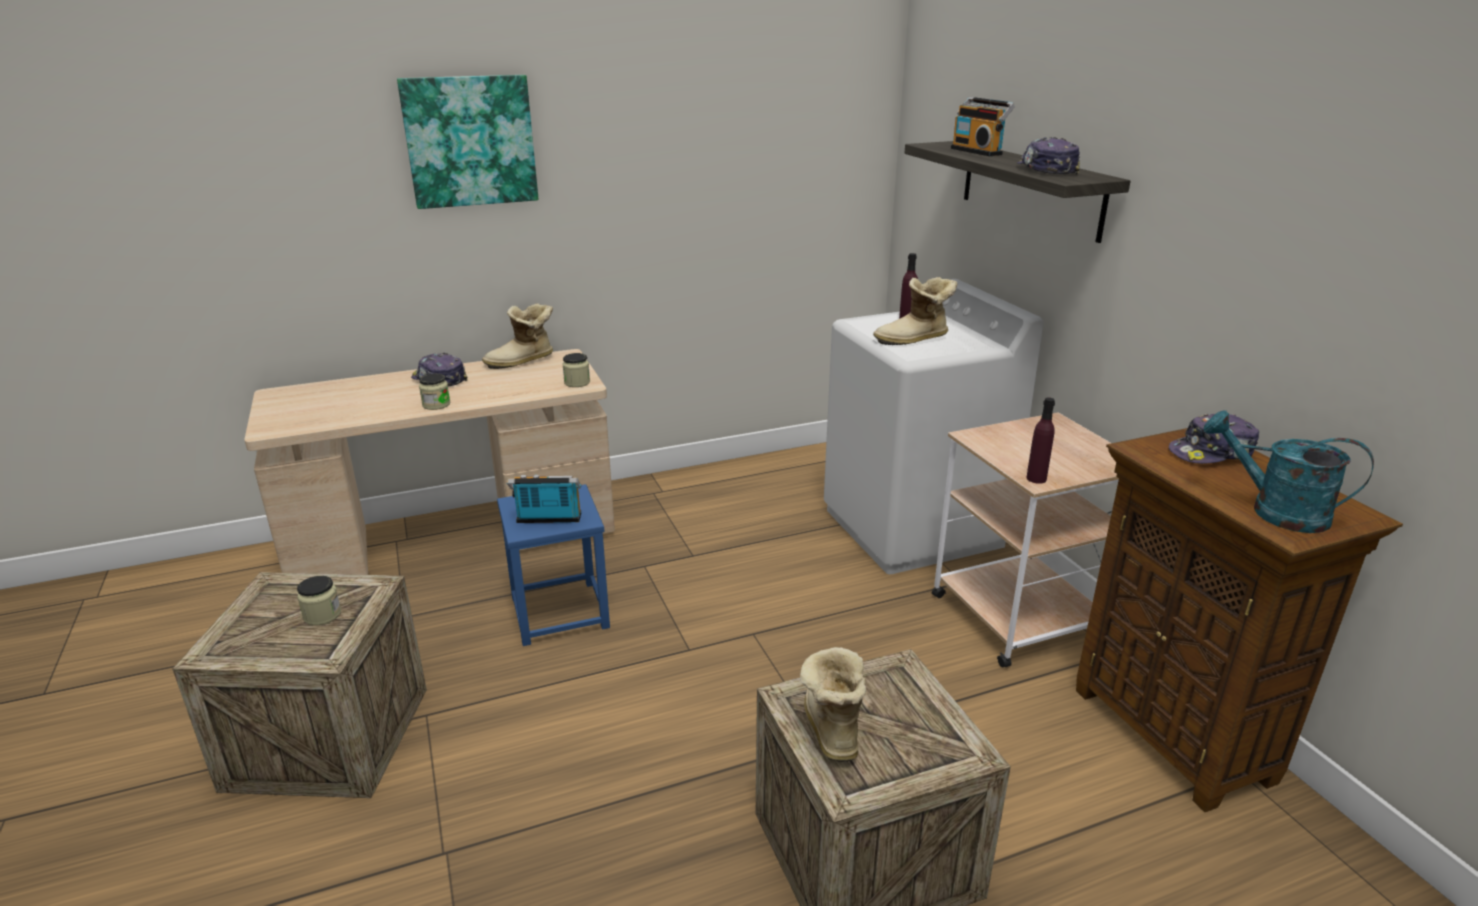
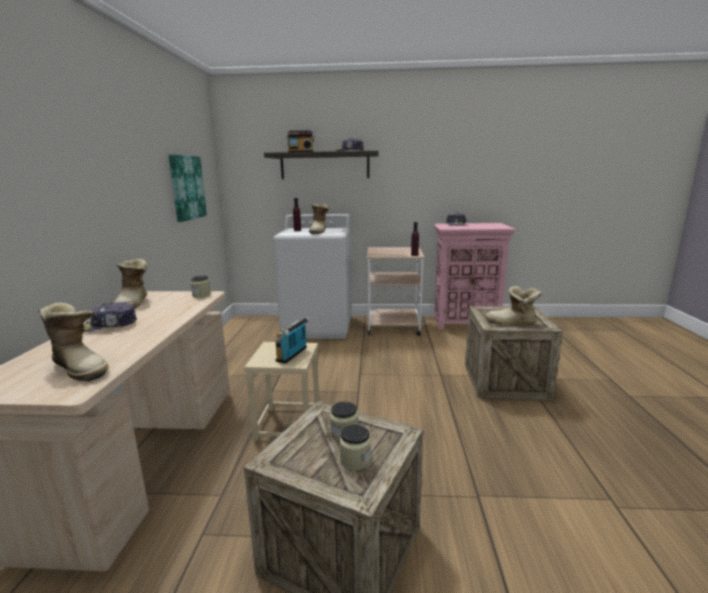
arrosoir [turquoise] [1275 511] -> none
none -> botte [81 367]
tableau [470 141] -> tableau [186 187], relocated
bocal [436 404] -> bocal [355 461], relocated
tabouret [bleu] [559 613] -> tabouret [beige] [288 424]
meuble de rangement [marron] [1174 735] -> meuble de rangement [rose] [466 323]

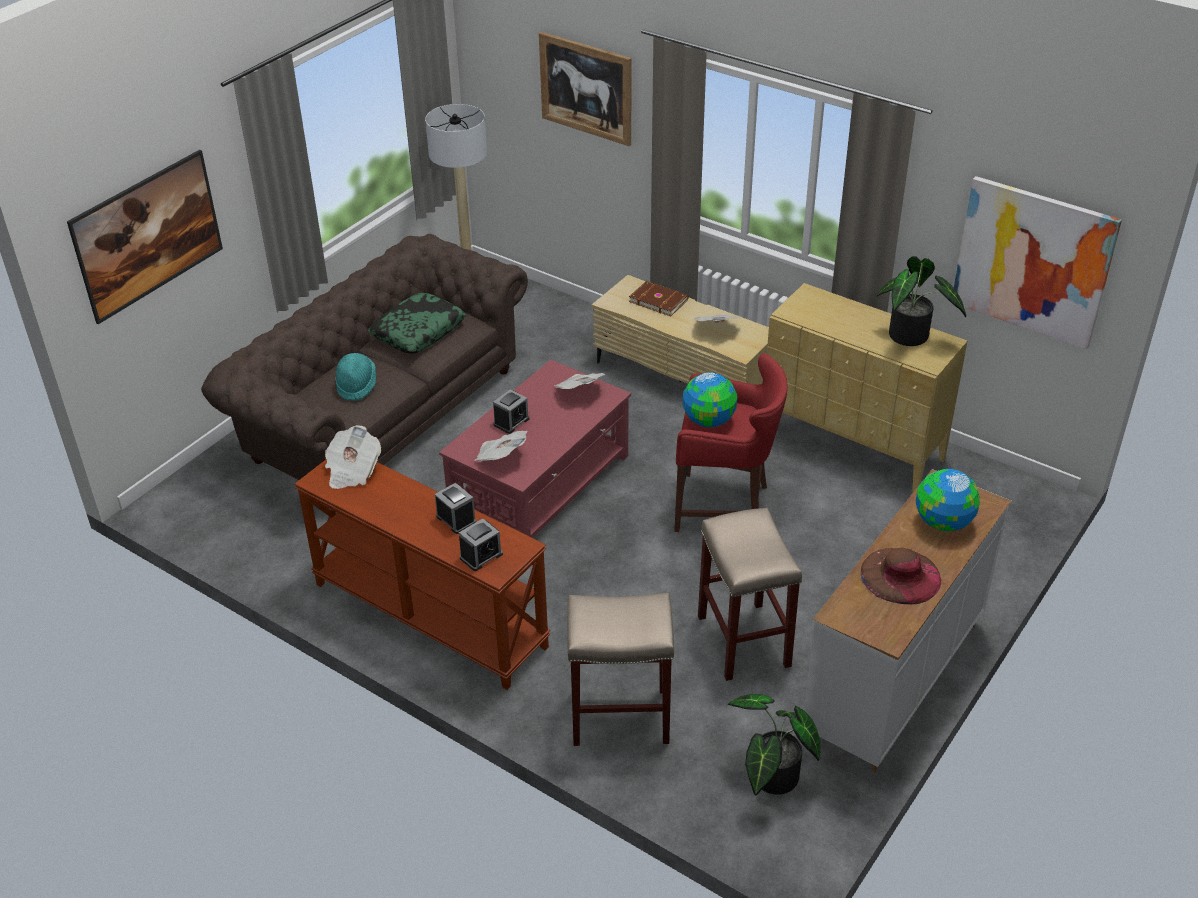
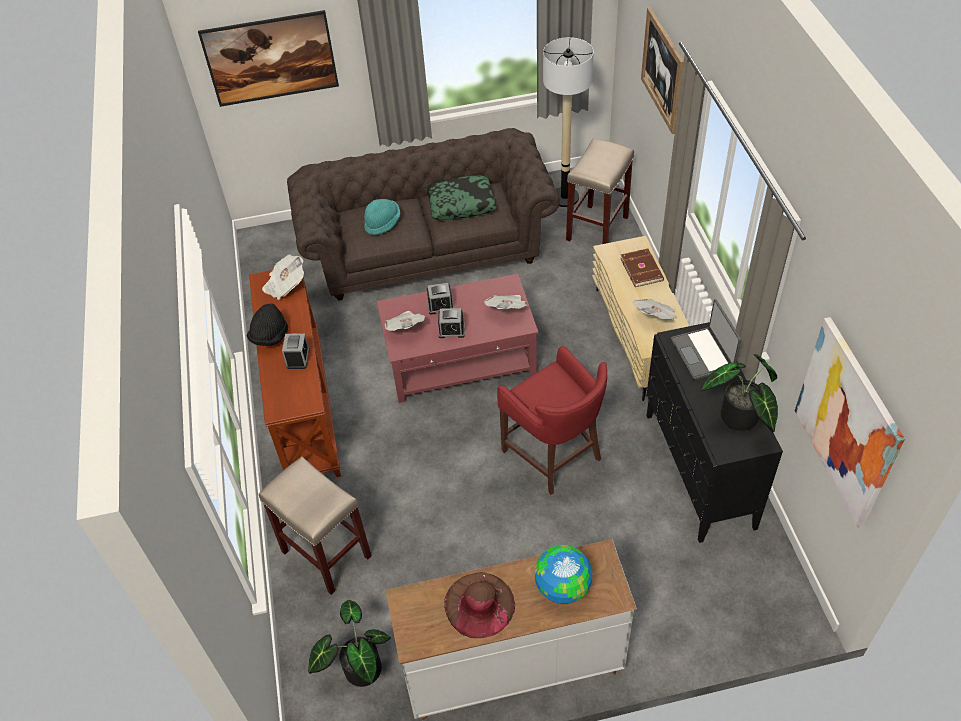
globe [709 420] -> none
none -> chapeau [noir] [269 336]
none -> ordinateur portable [703 354]
réveil [481 556] -> réveil [451 330], relocated
tabouret [beige] [744 642] -> tabouret [beige] [597 229], relocated
commode [beige] [852 447] -> commode [noir] [697 471]

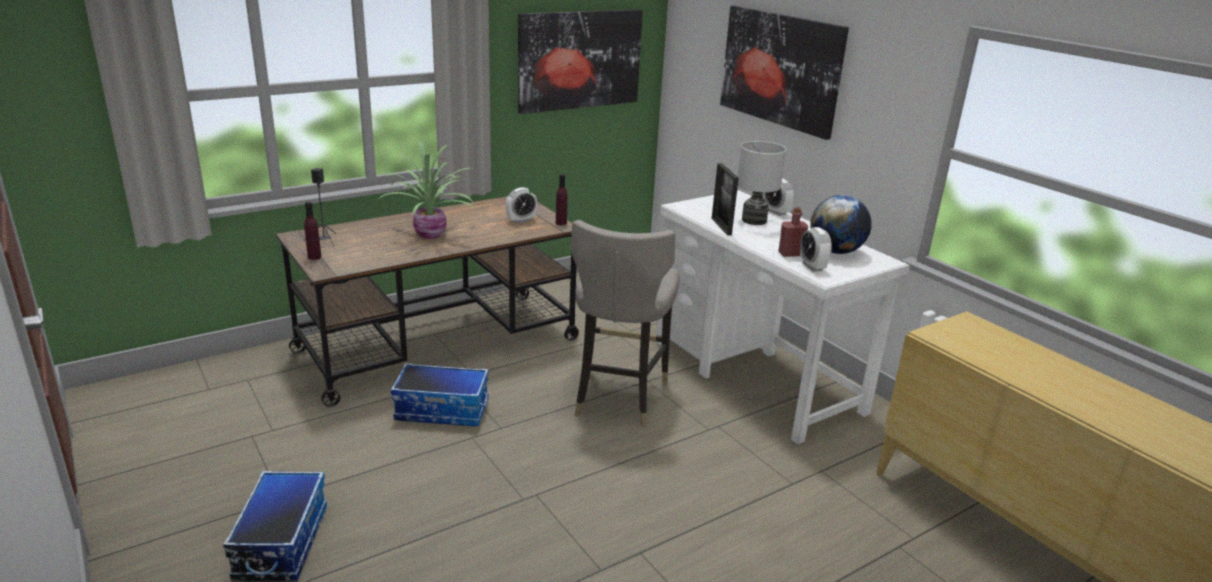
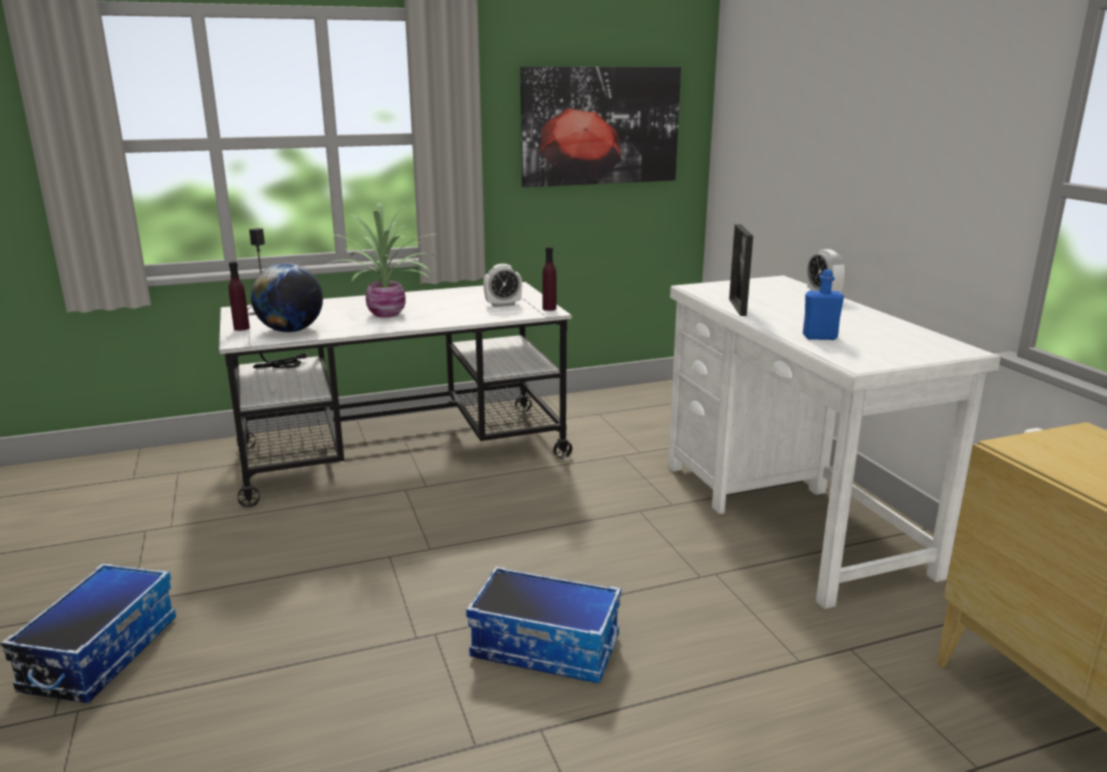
tabouret [gris] [617 397] -> none
tableau [780 69] -> none
lampe de table [gris] [754 220] -> none
réveil [812 266] -> none
boîte de rangement [443 410] -> boîte de rangement [546 647], relocated
globe [836 251] -> globe [291 330], relocated
bureau [marron] [438 345] -> bureau [blanc] [402 452]
bouteille [rouge] [790 254] -> bouteille [bleu] [819 337]

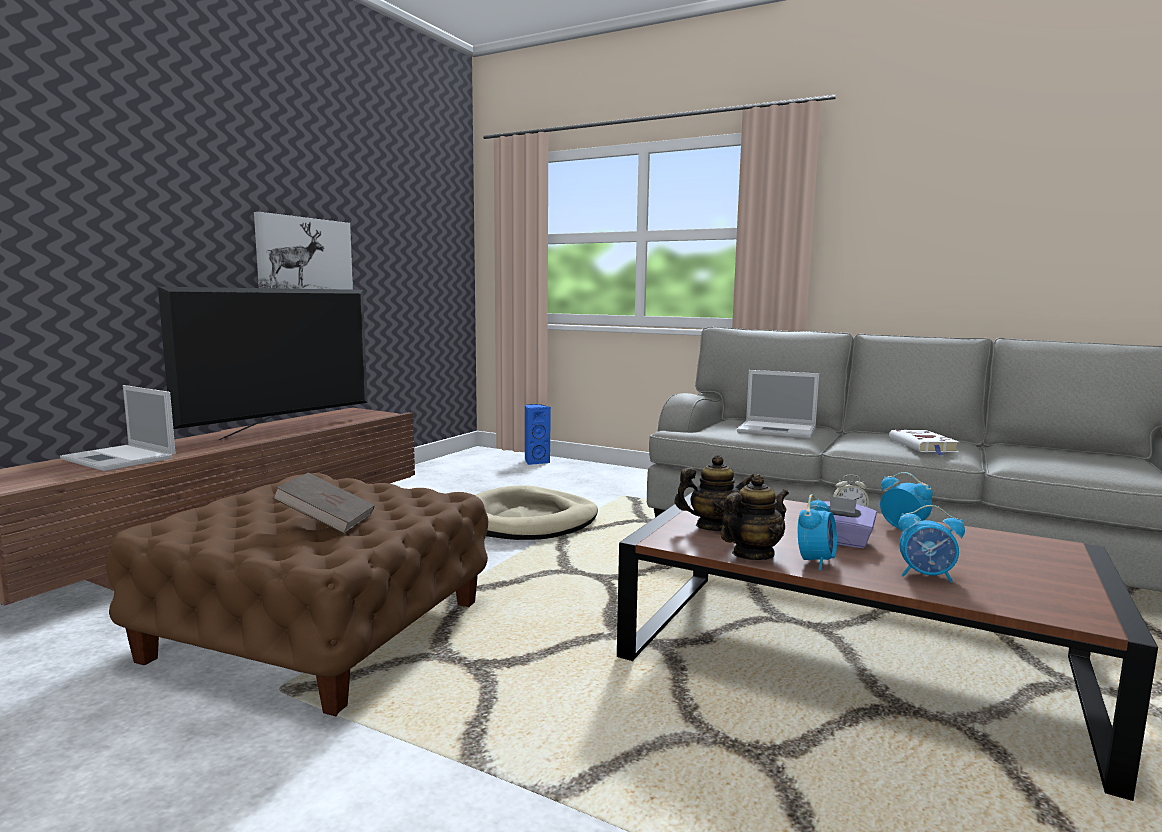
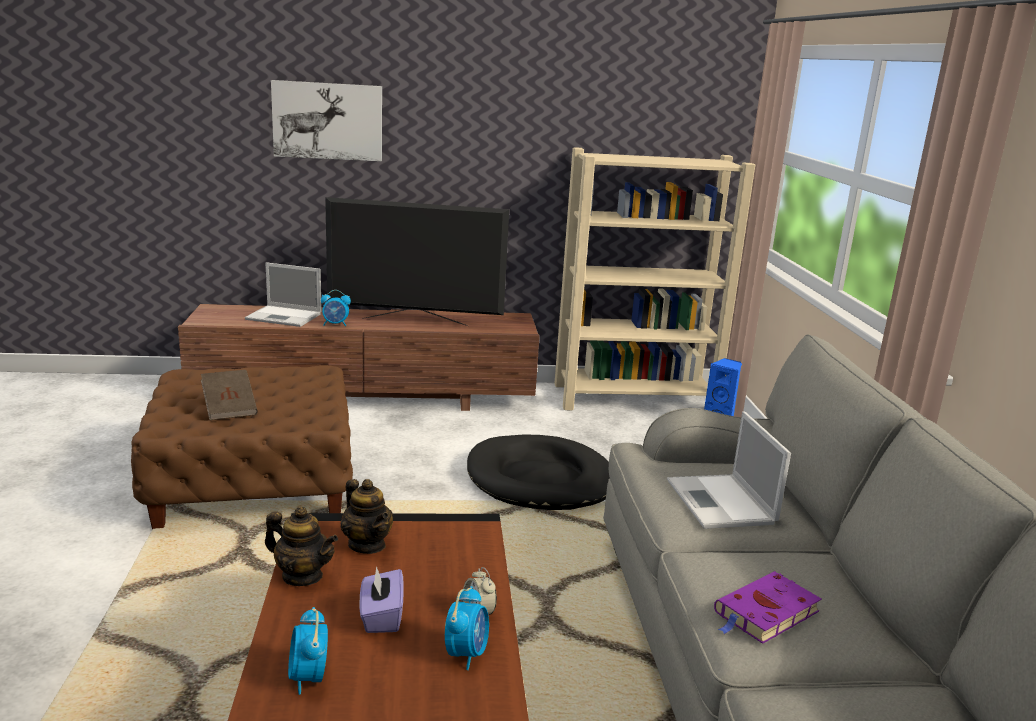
none -> bibliothèque [beige] [634 398]
tableau [304 256] -> tableau [328 121], relocated
réveil [815 561] -> réveil [335 324], relocated
panier pour chien [beige] [528 520] -> panier pour chien [noir] [540 479]
livre [blanc] [924 446] -> livre [violet] [765 613]
ordinateur portable [120 458] -> ordinateur portable [285 317], 75 degrees counterclockwise

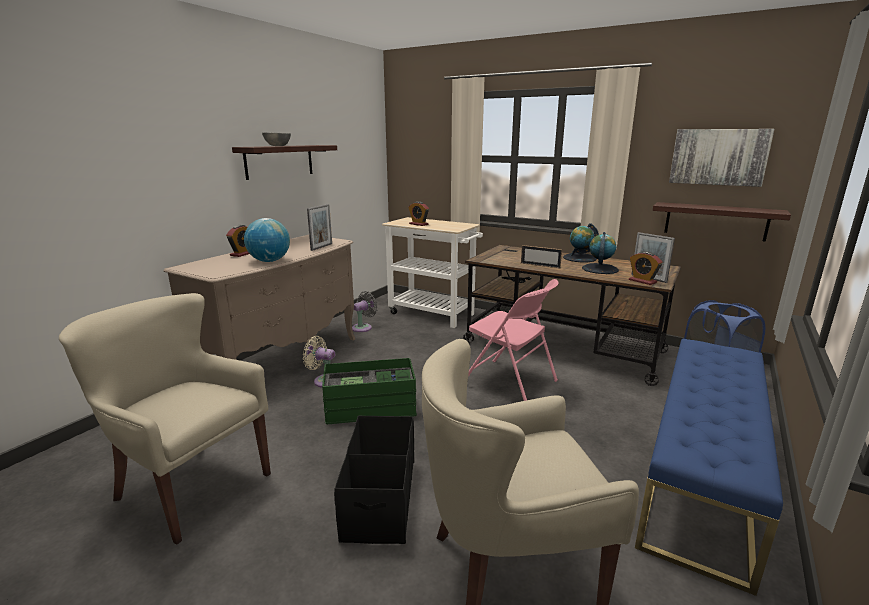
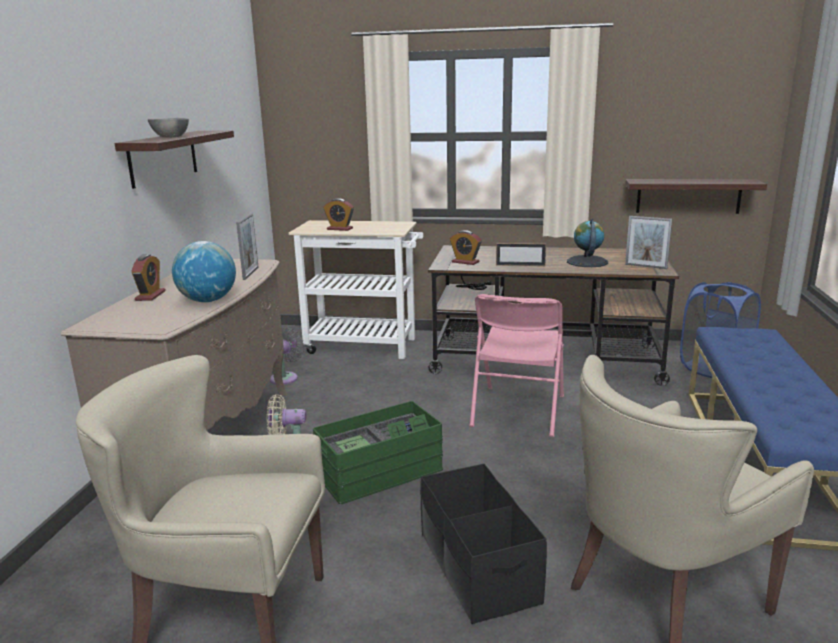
globe [579 258] -> none
tableau [718 157] -> none
réveil [642 281] -> réveil [465 262], relocated
chaise [rose] [509 382] -> chaise [rose] [518 411], 90 degrees clockwise

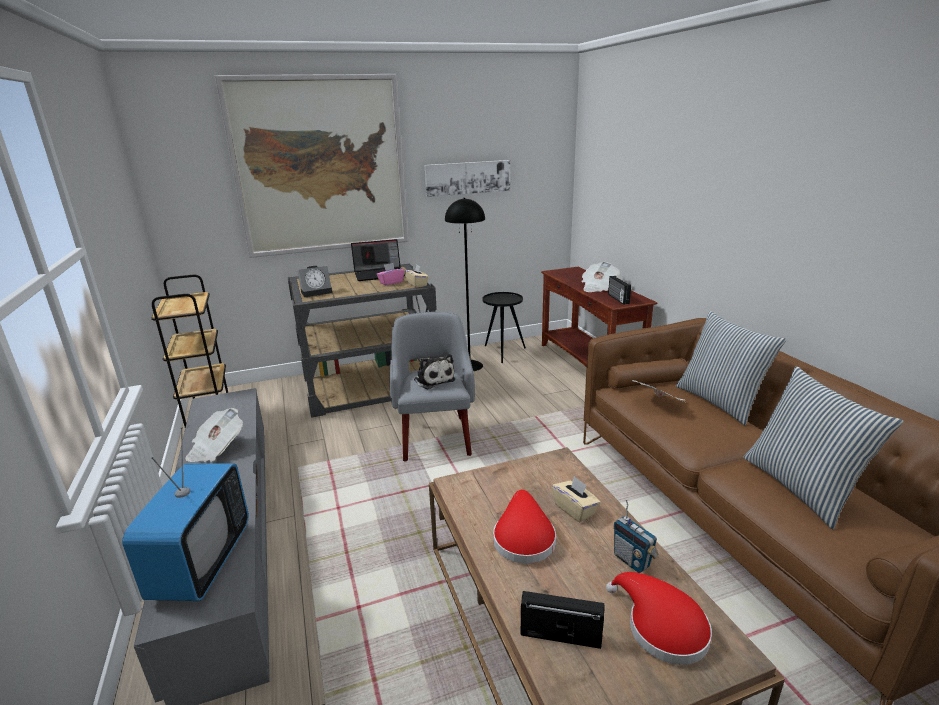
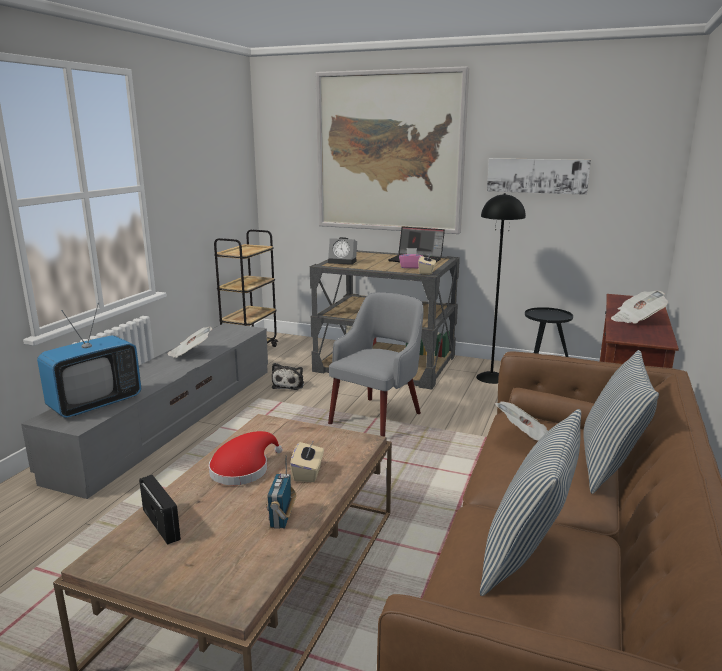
chapeau [rouge] [661 627] -> none
radio [617 299] -> none
peluche [433 380] -> peluche [289 385], relocated

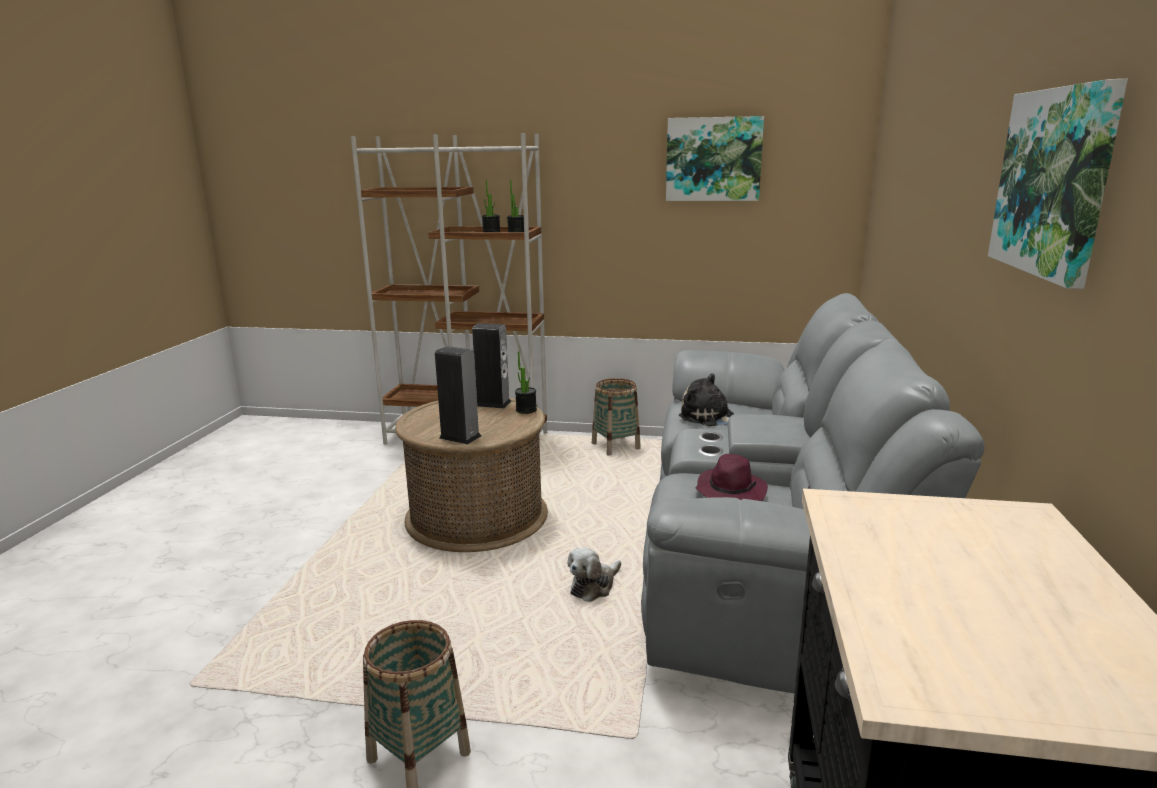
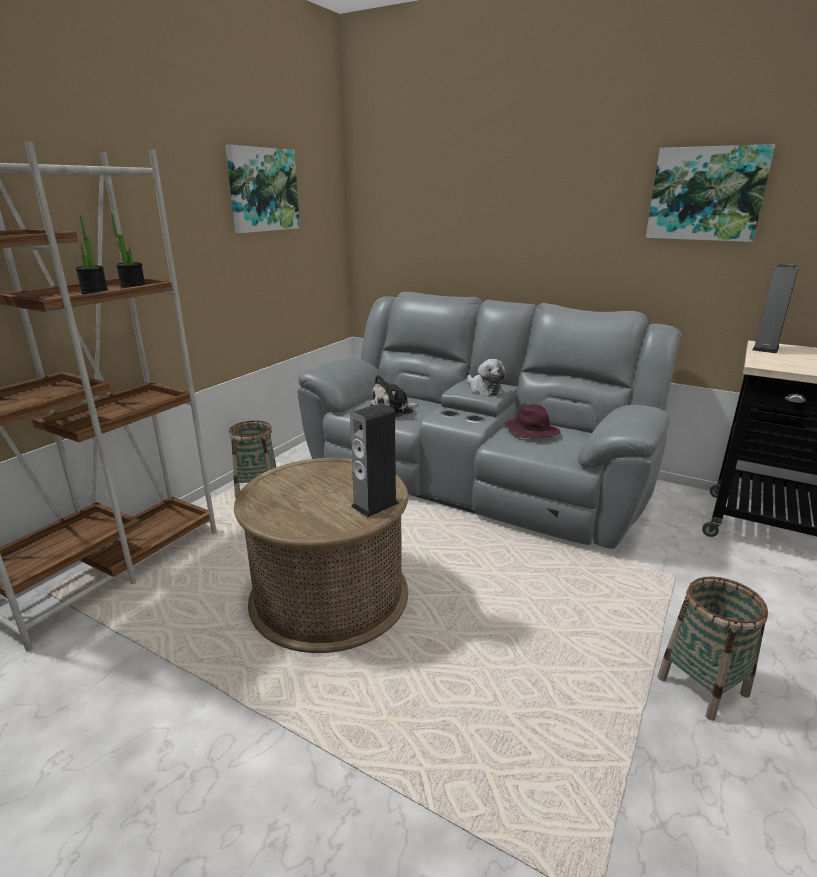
plante en pot [526 410] -> none
enceinte [493 403] -> enceinte [765 348], relocated
peluche [594 586] -> peluche [484 390], relocated

